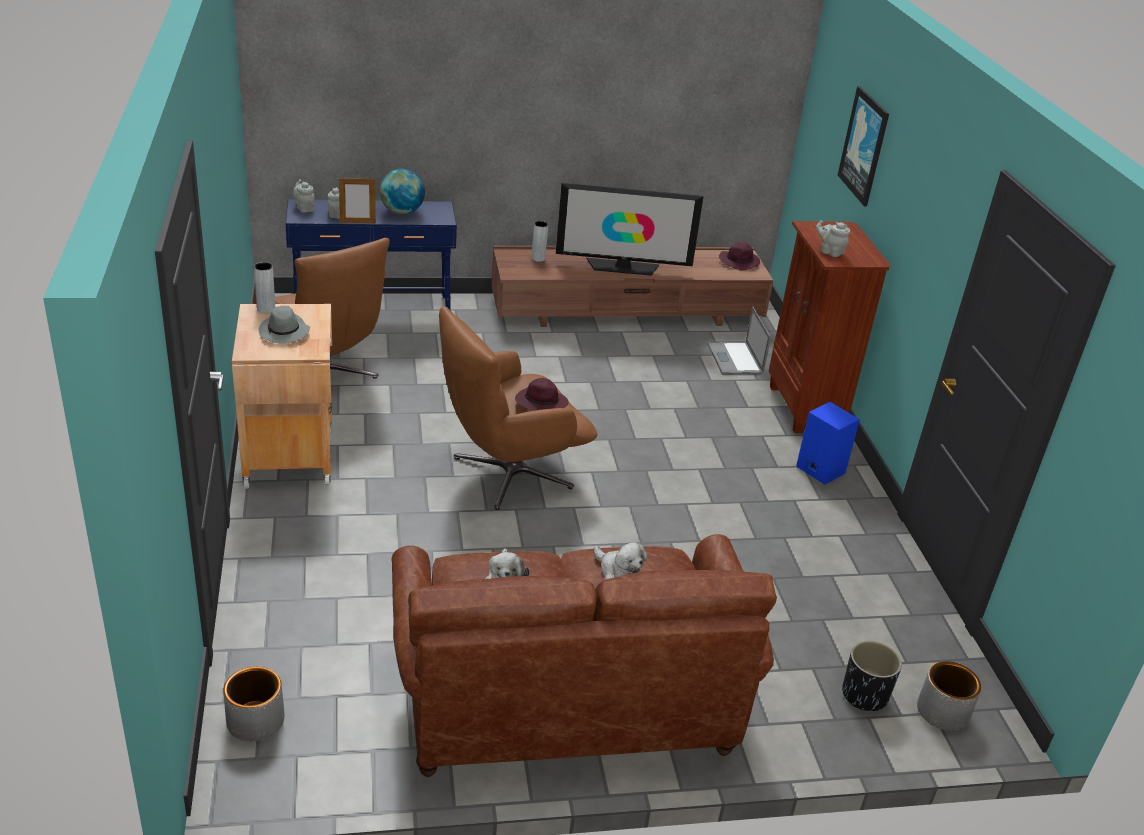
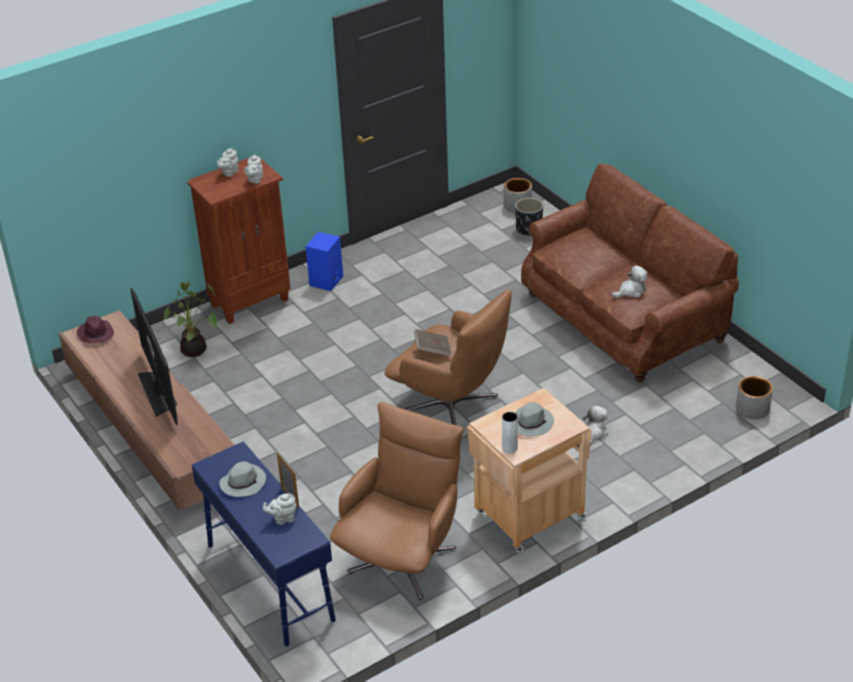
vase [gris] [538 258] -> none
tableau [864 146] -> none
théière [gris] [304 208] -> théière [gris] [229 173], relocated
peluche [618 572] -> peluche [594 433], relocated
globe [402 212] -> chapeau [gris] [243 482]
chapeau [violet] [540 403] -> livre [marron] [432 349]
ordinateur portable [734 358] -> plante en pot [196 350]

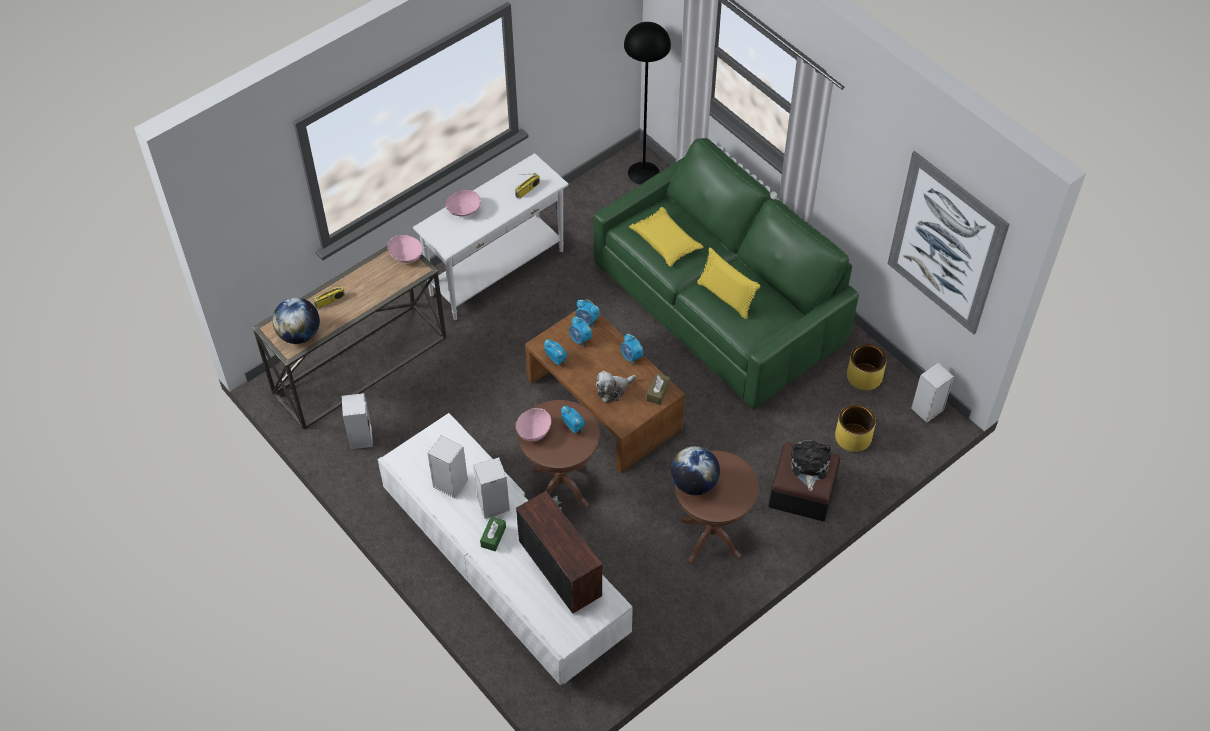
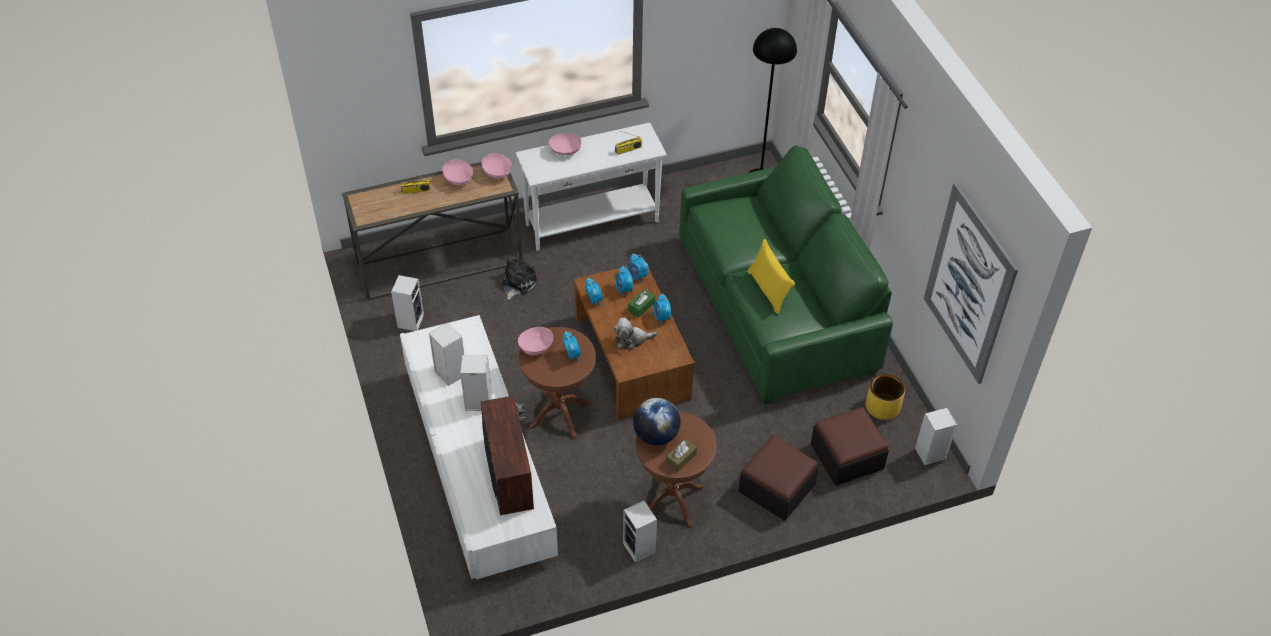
globe [299 334] -> none
coussin [jaune] [665 240] -> none
none -> bol [rose] [459 180]
none -> enceinte [640 549]
boîte à mouchoirs [vert] [493 537] -> boîte à mouchoirs [vert] [641 307], relocated
boîte à mouchoirs [marron] [658 392] -> boîte à mouchoirs [marron] [681 459], relocated
peluche [809 467] -> peluche [518 283], relocated
cache-pot [jaune] [853 437] -> pouf [847 456]

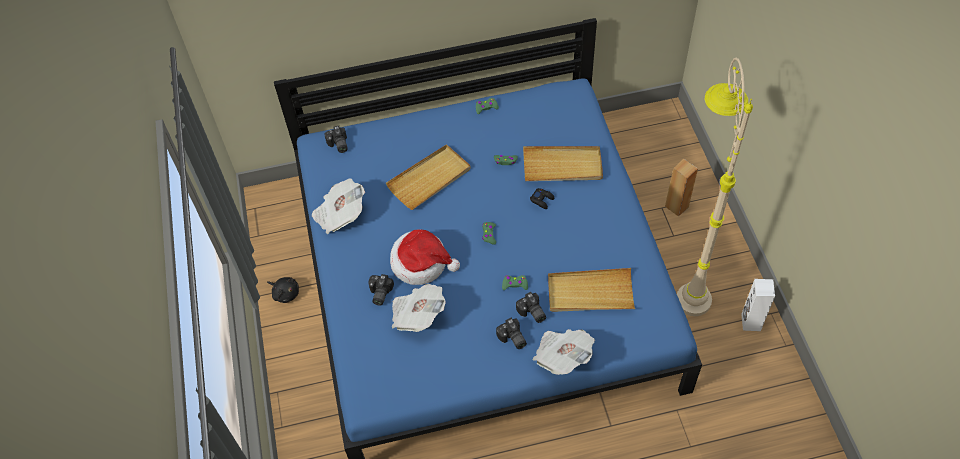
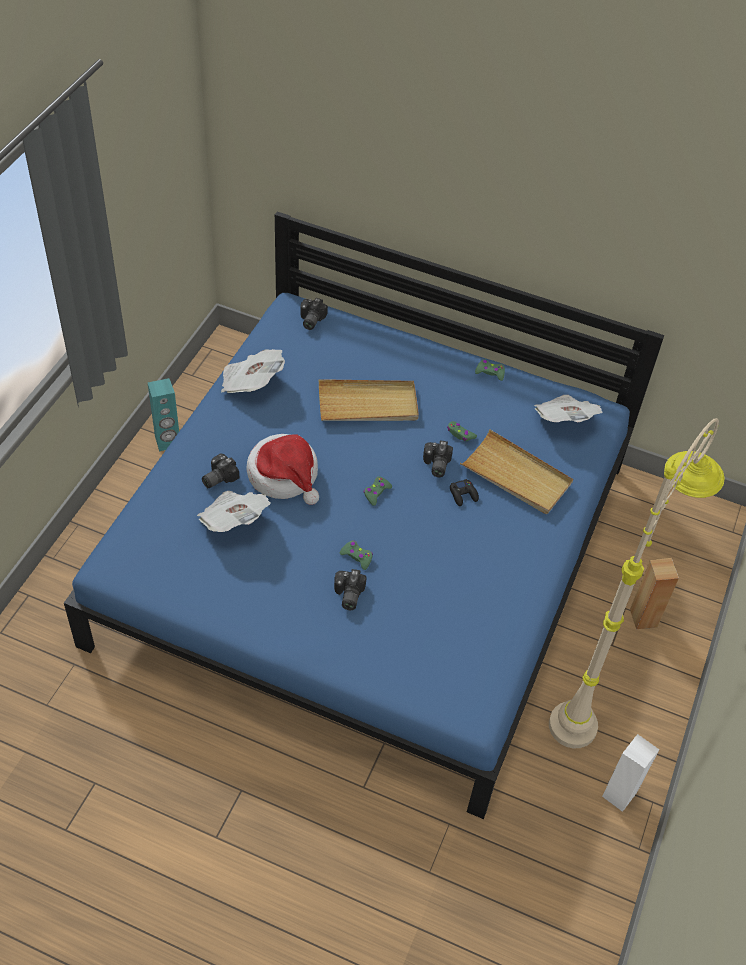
plateau [beige] [590 293] -> none
appareil photo [512 339] -> appareil photo [435 465], relocated
journal [562 356] -> journal [564 420], relocated
peluche [noir] [285 293] -> enceinte [turquoise] [168 442]

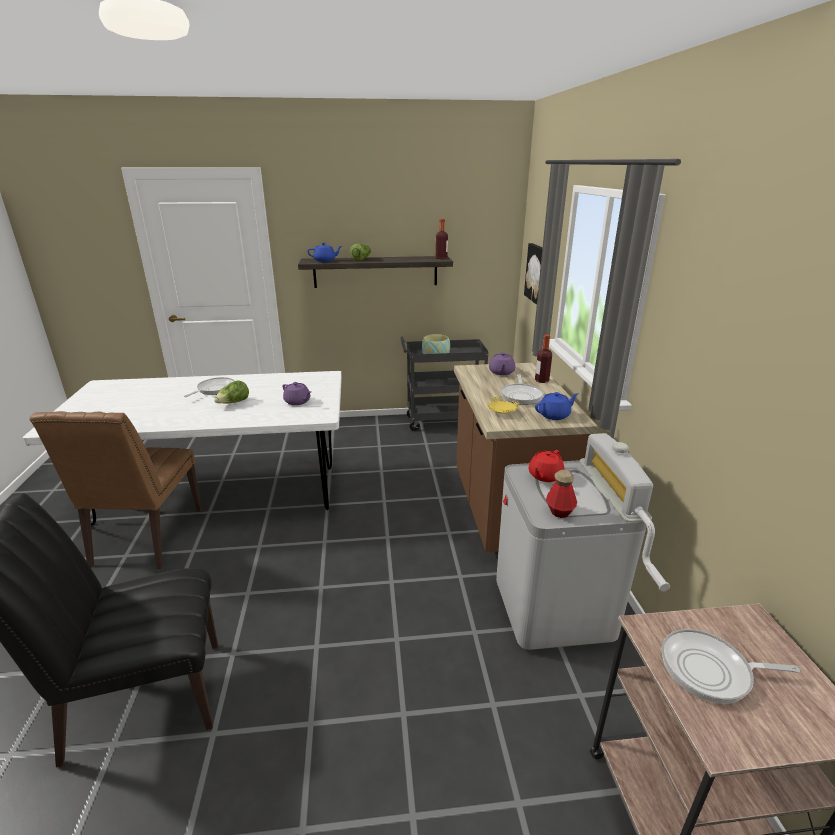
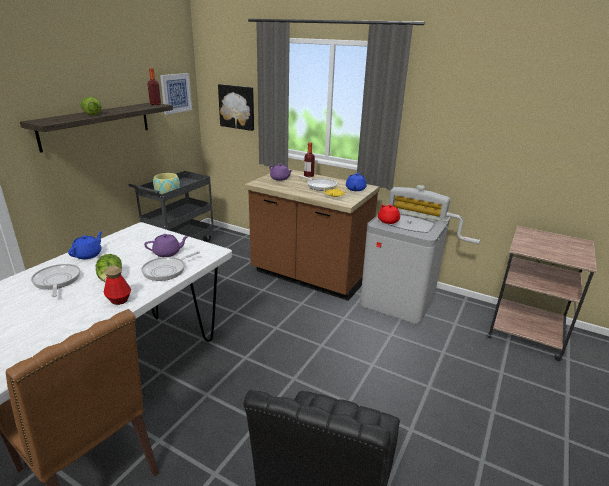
none -> tableau [176 93]
théière [bleu] [325 260] -> théière [bleu] [88 255], relocated
bouteille [559 511] -> bouteille [119 300], relocated
poêle [710 670] -> poêle [167 270], relocated

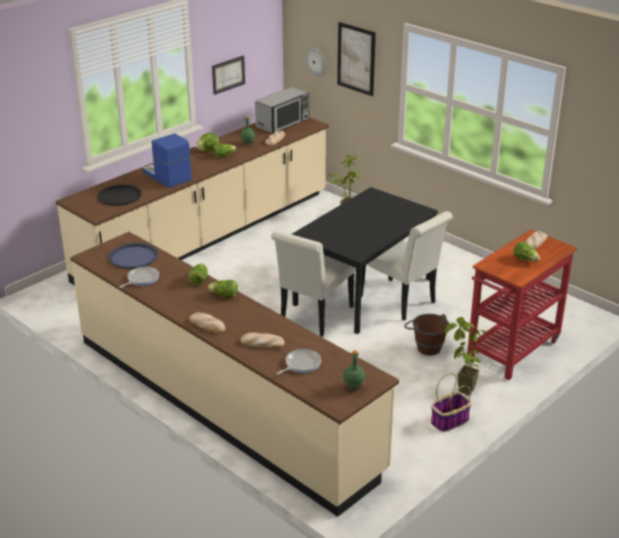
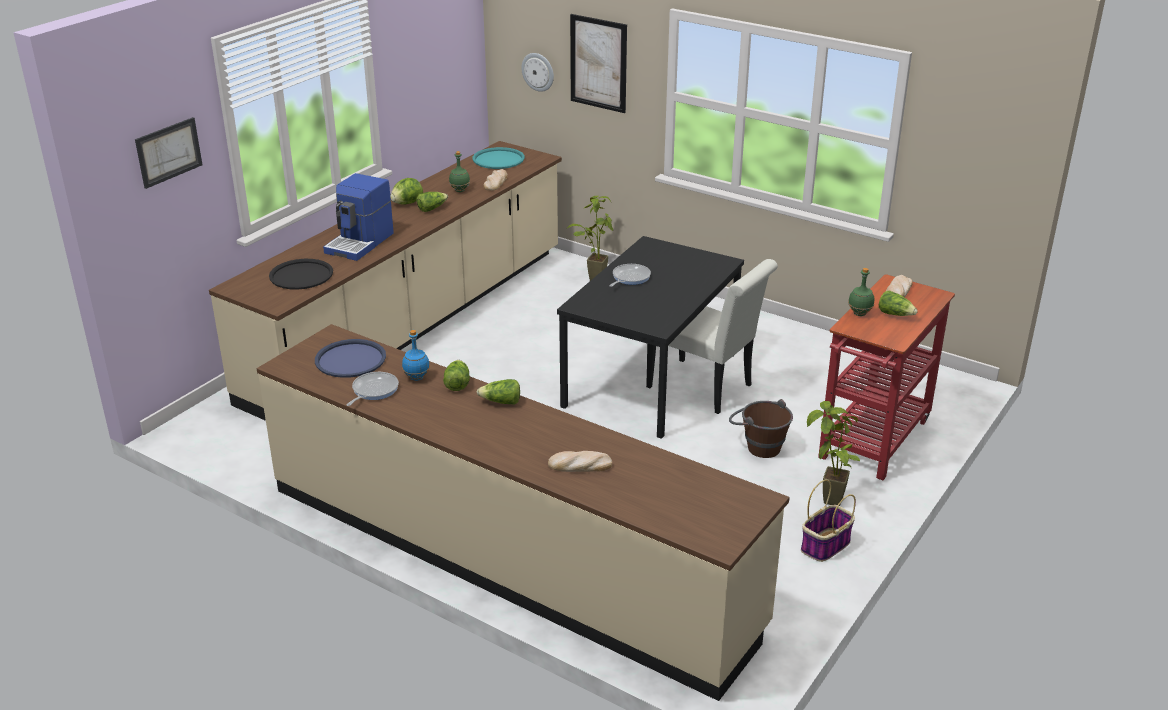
pain [208 325] -> none
chaise [blanc] [314 317] -> none
none -> bouteille [bleu] [416 378]
tableau [228 74] -> tableau [168 152], relocated
poêle [301 364] -> poêle [629 278], relocated
bouteille [vert] [353 387] -> bouteille [vert] [859 313], relocated
micro-ondes [283 123] -> plateau [turquoise] [498 159]
machine à café [167 176] -> machine à café [360 243], 105 degrees counterclockwise

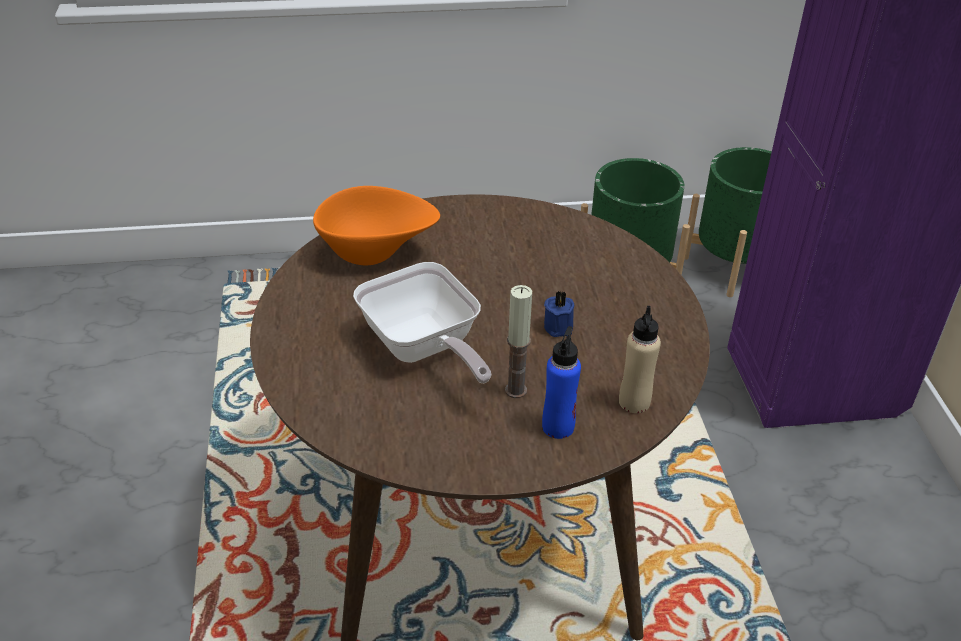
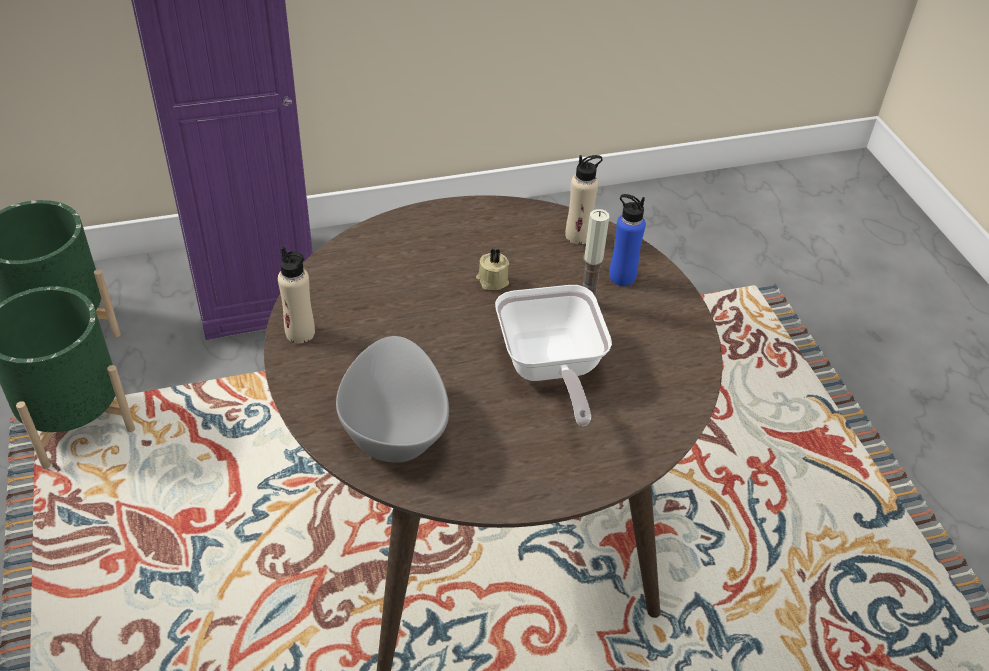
none -> bouteille [beige] [300 333]
bol [orange] [376 252] -> bol [gris] [395 430]
bougie [bleu] [559 326] -> bougie [beige] [492 280]
poêle [423 349] -> poêle [550 370], 120 degrees clockwise

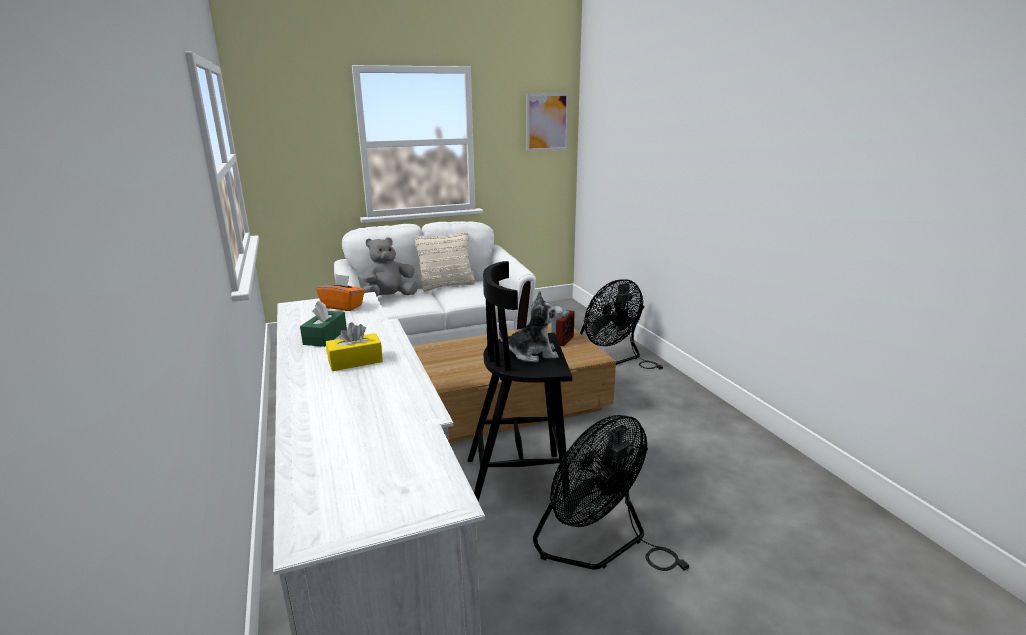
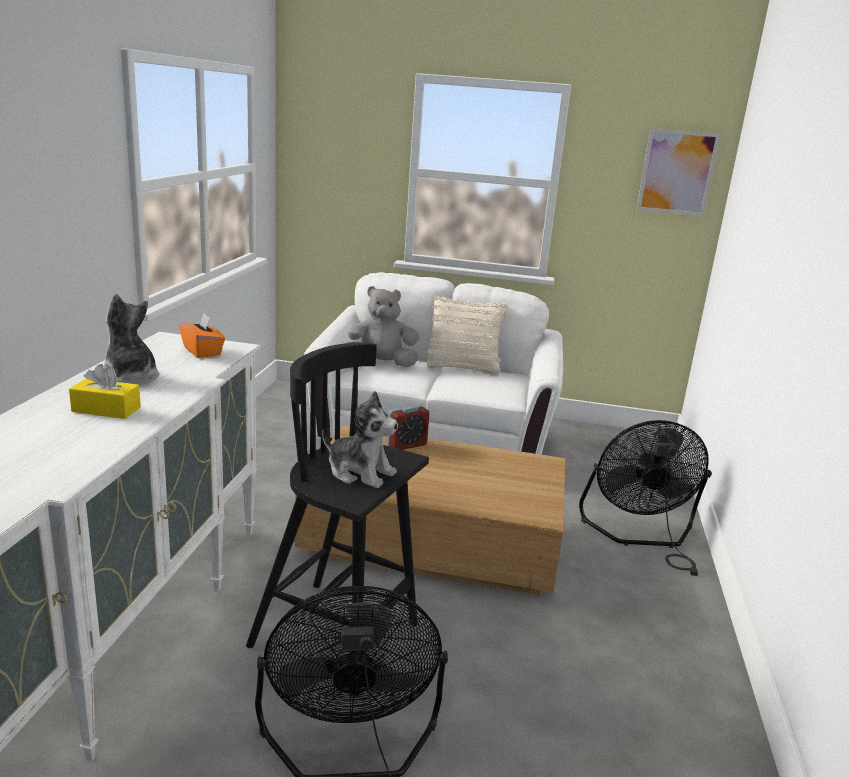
réveil [562 340] -> réveil [406 444], relocated
boîte à mouchoirs [vert] [325 337] -> peluche [130 377]

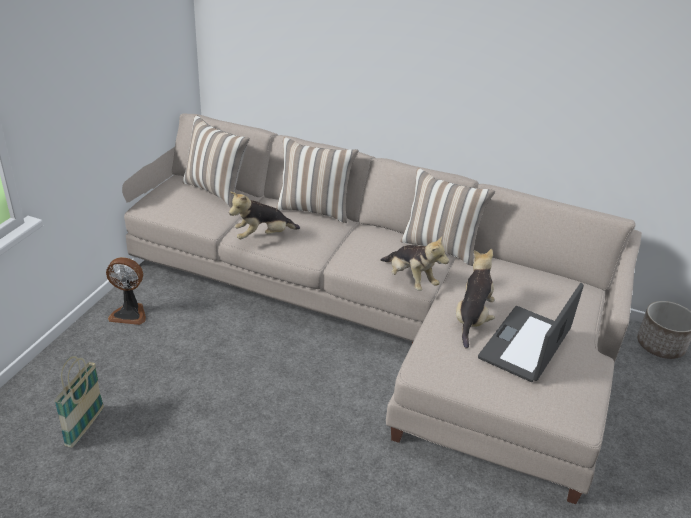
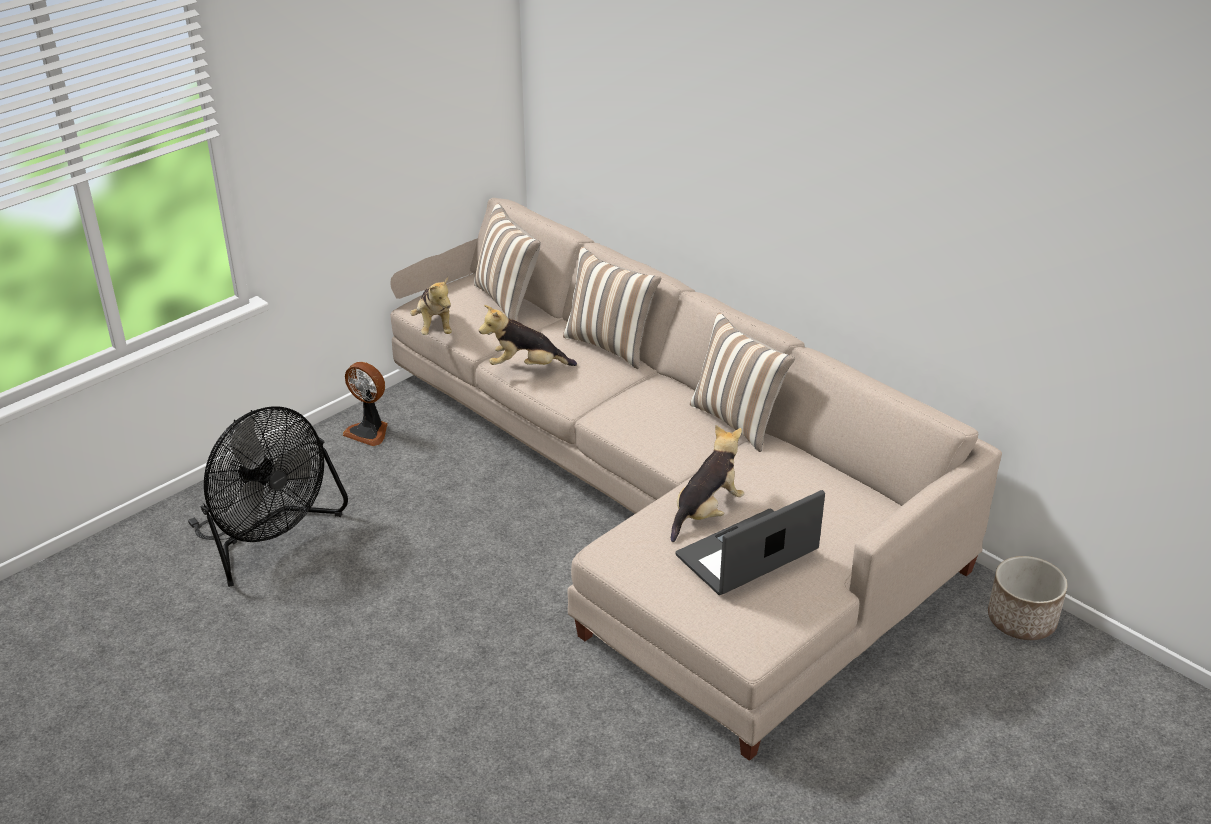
peluche [410 280] -> peluche [435 326], relocated
panier [85 427] -> ventilateur [noir] [264 539]

